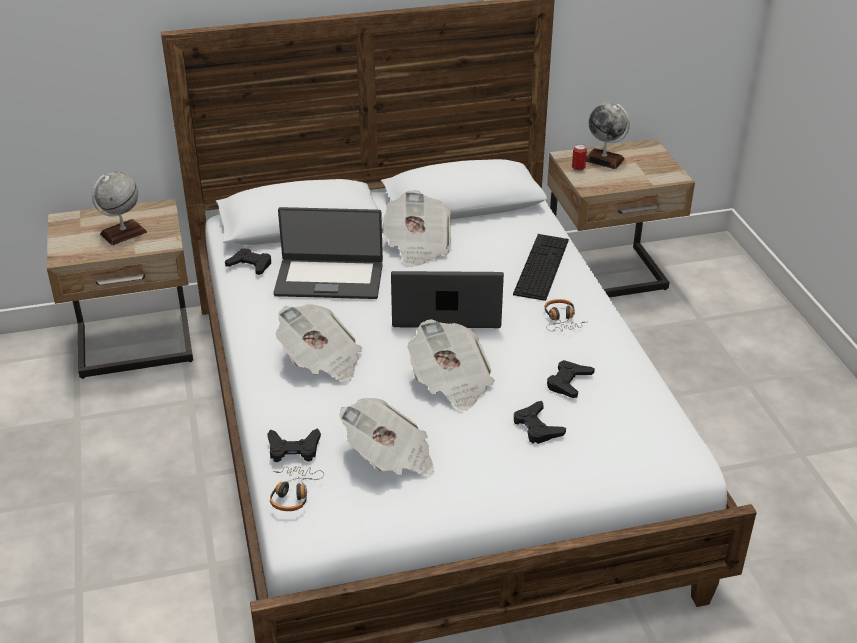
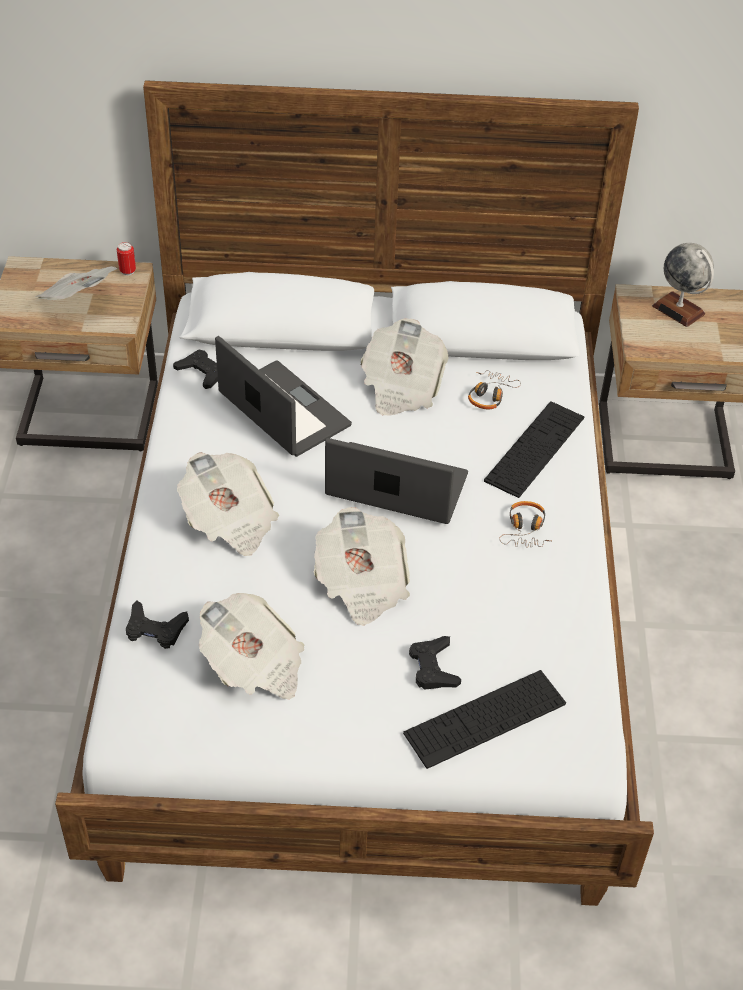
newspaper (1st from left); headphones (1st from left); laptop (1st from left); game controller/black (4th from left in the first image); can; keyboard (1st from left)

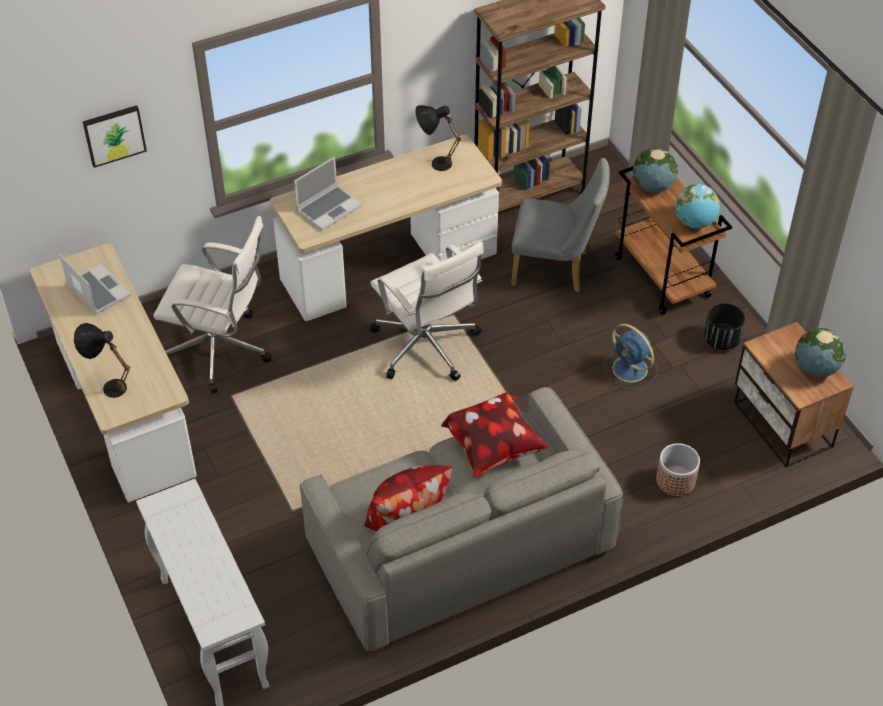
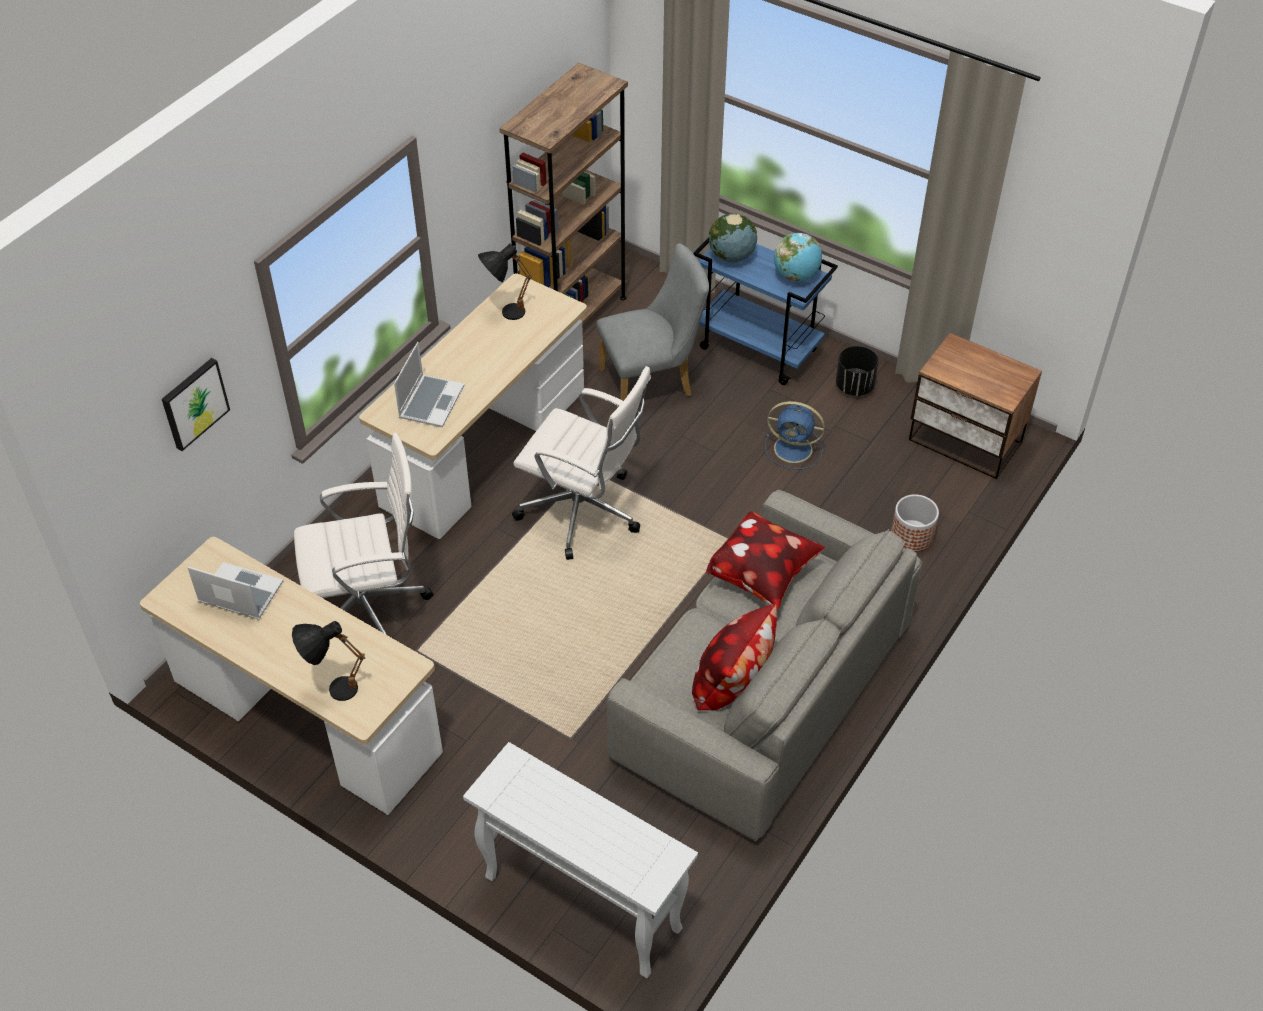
cart/blue; globe (3rd from left in the first image)

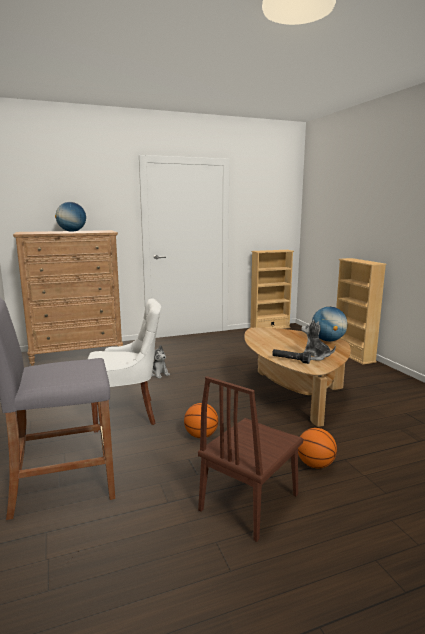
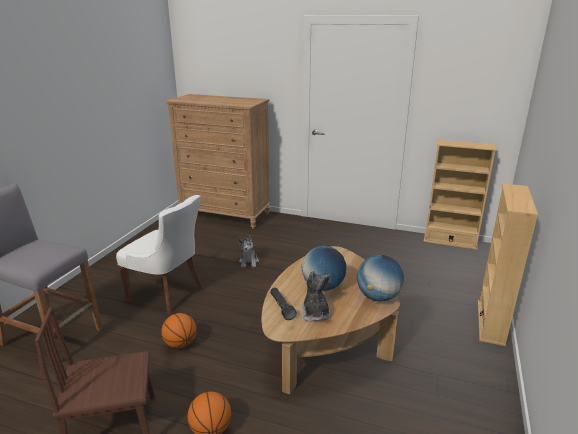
globe (1st from left)

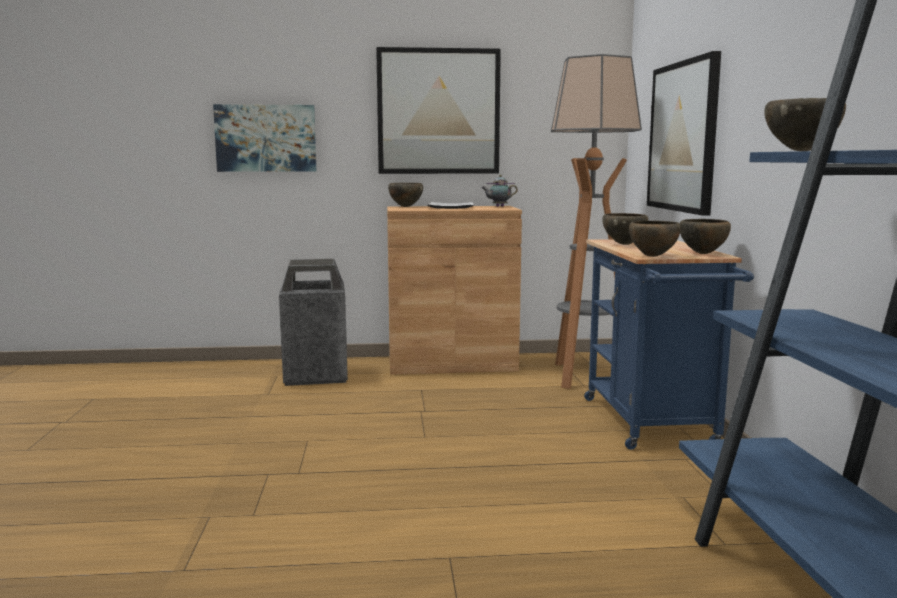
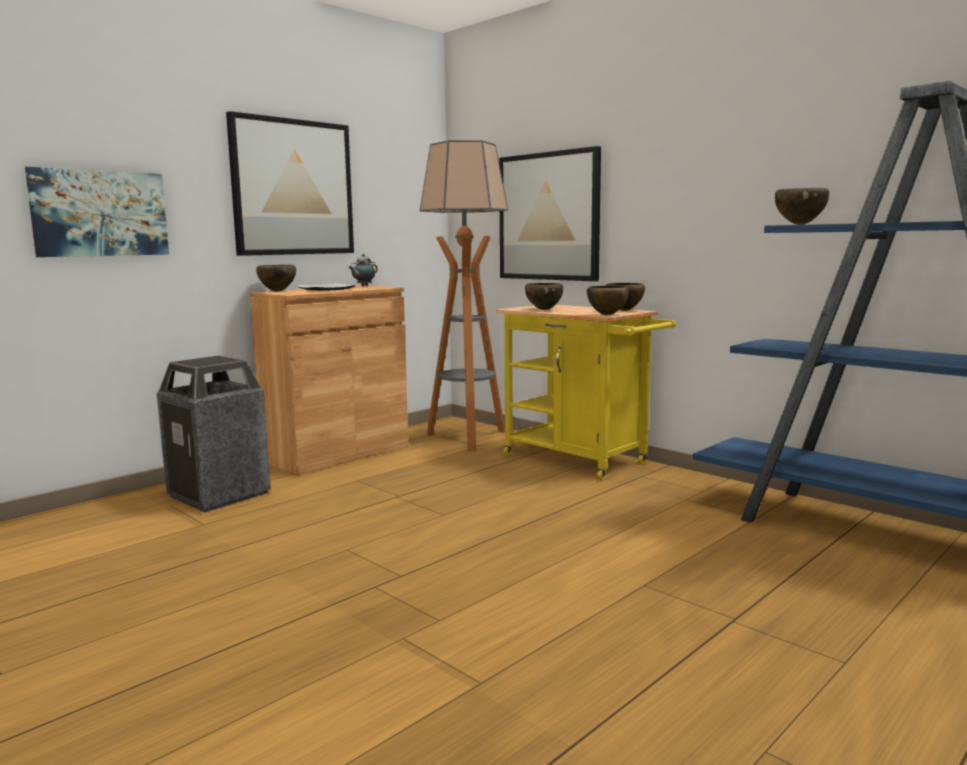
cart/yellow

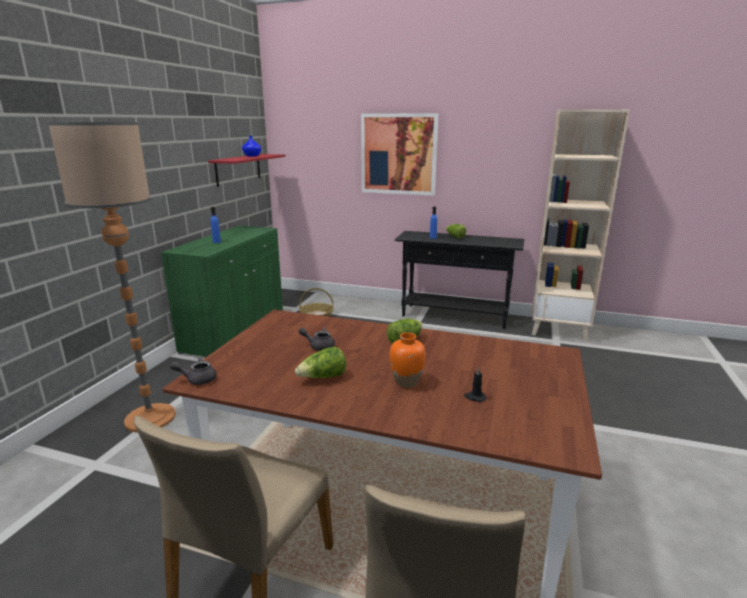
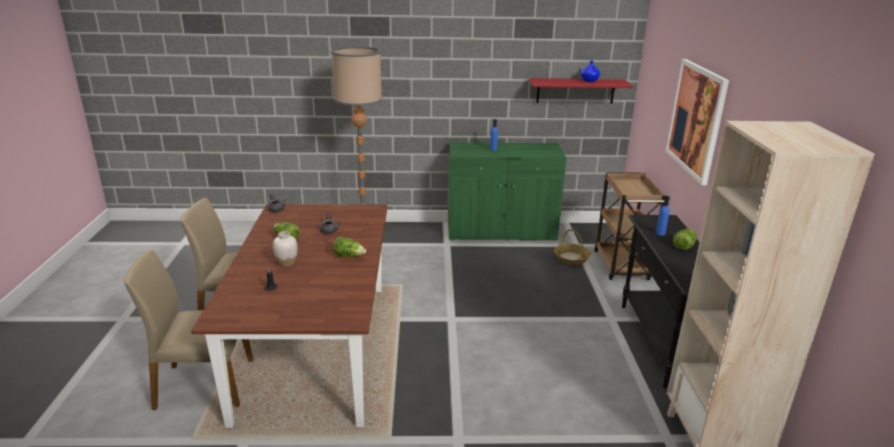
vase/white; cart/brown

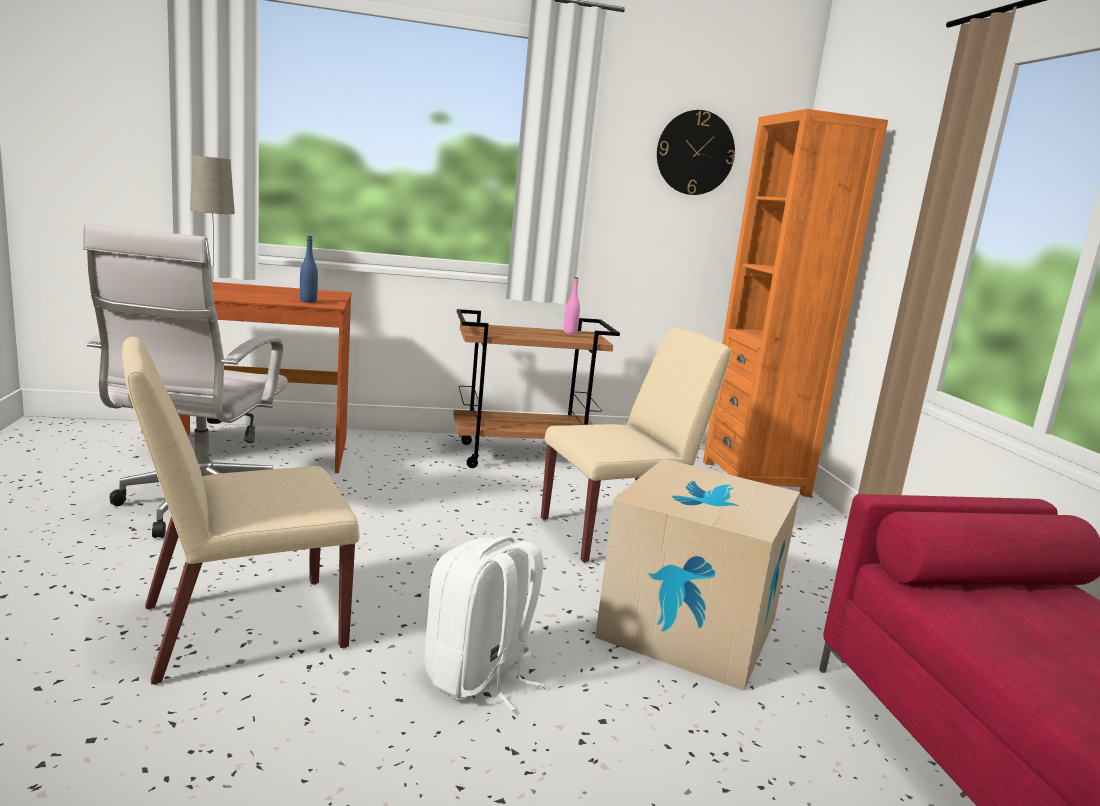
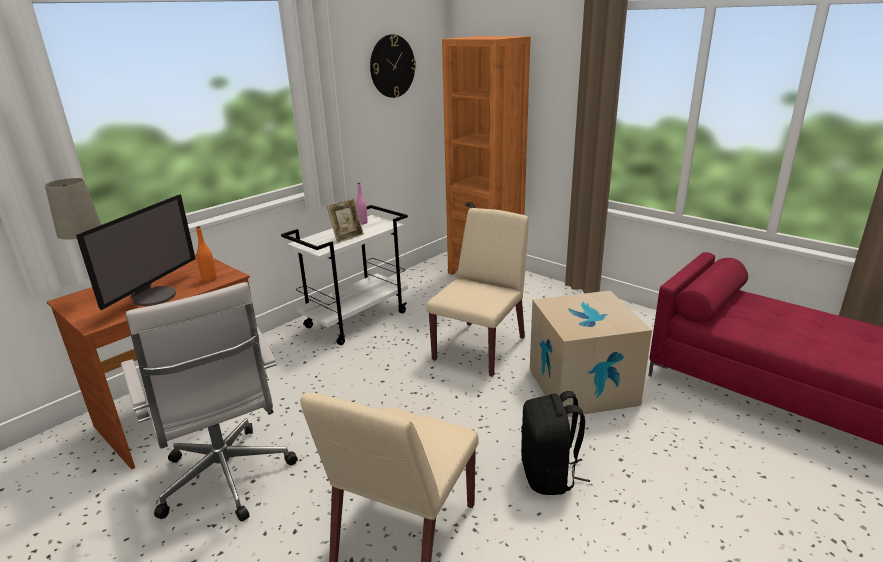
bottle/orange; backpack/black; cart/white; monitor; picture frame

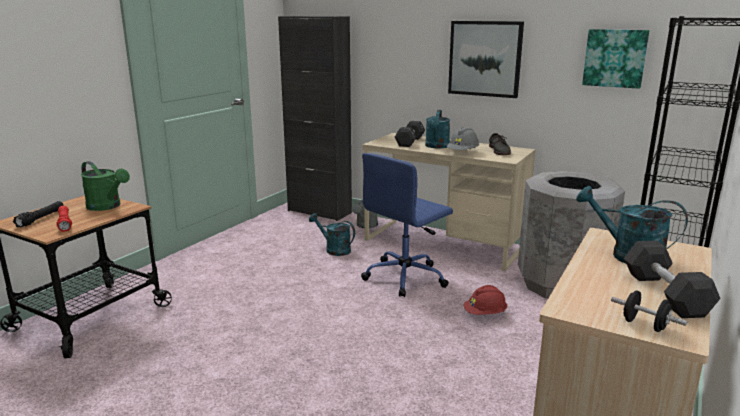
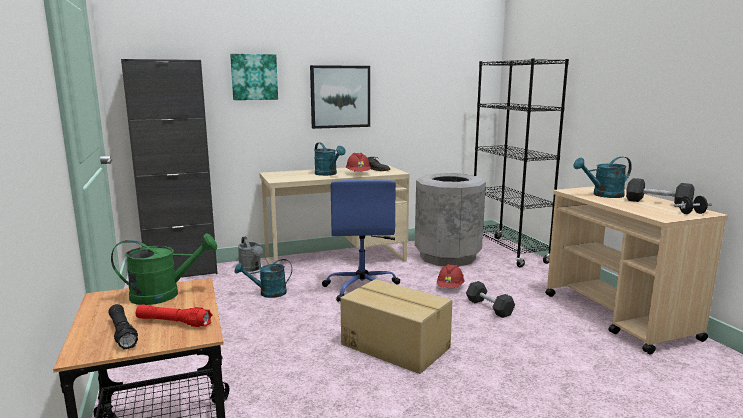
dumbbell/black (1st from left); hard hat/red (1st from left); picture (1st from left); cardboard box

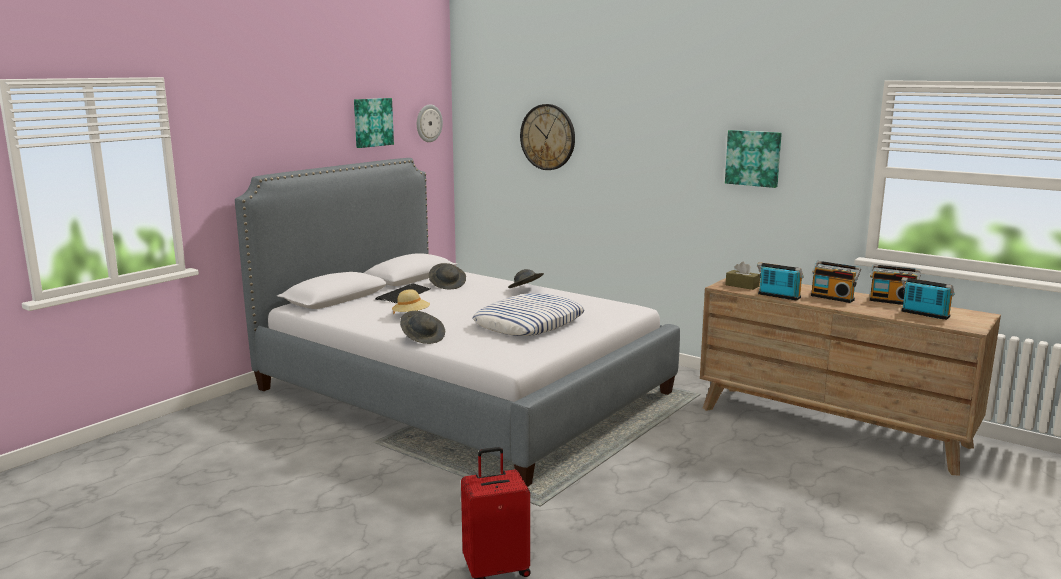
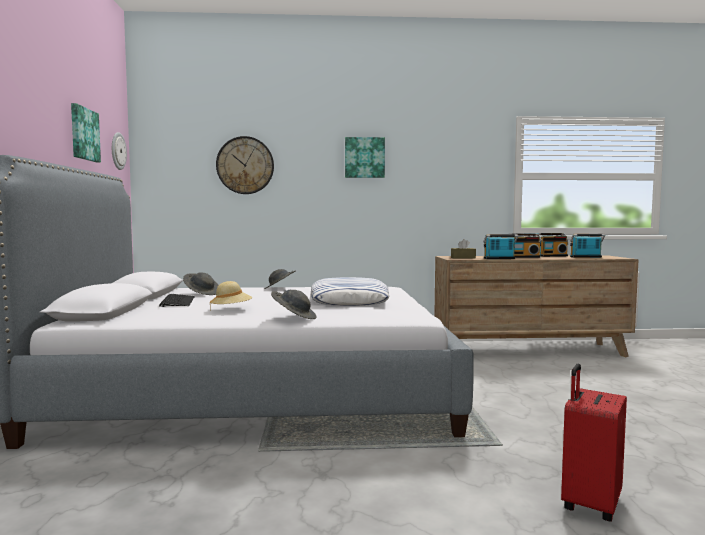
picture (2nd from left)

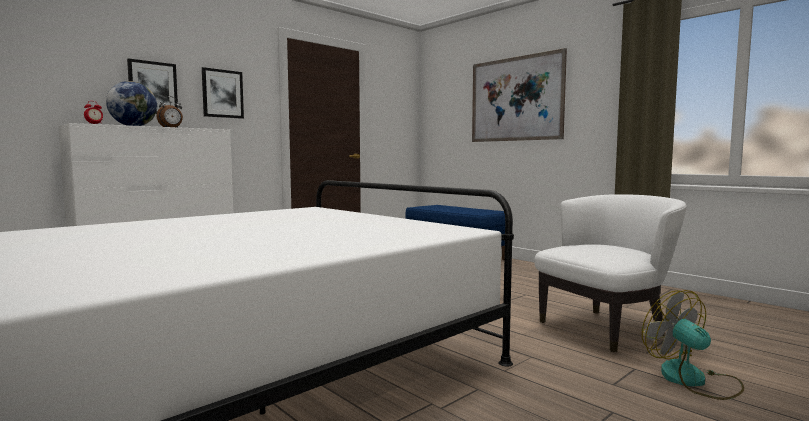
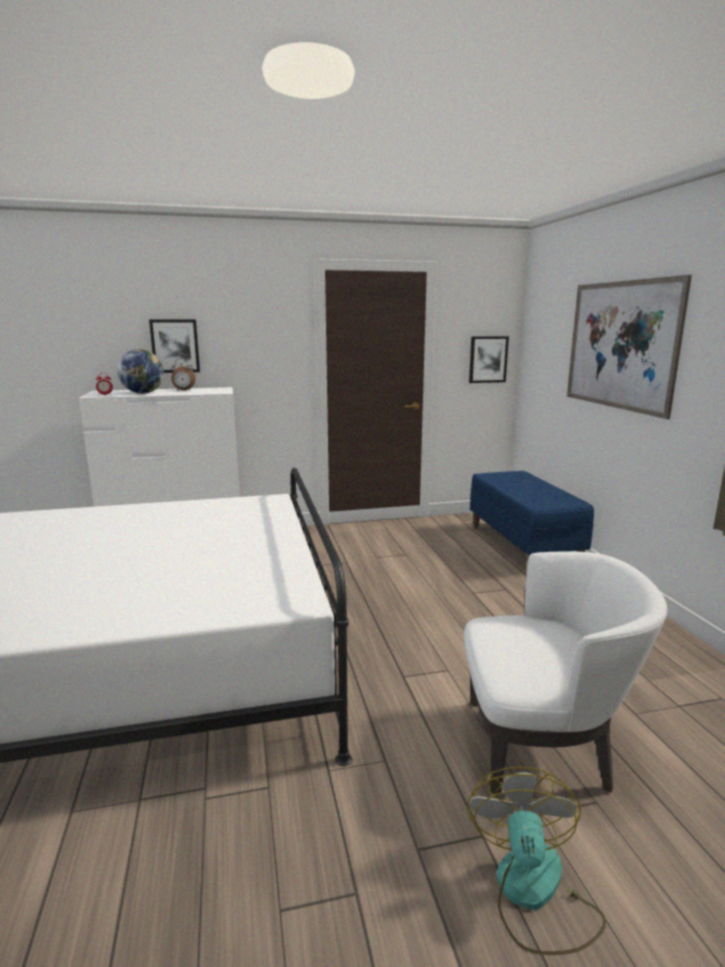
picture (2nd from left)

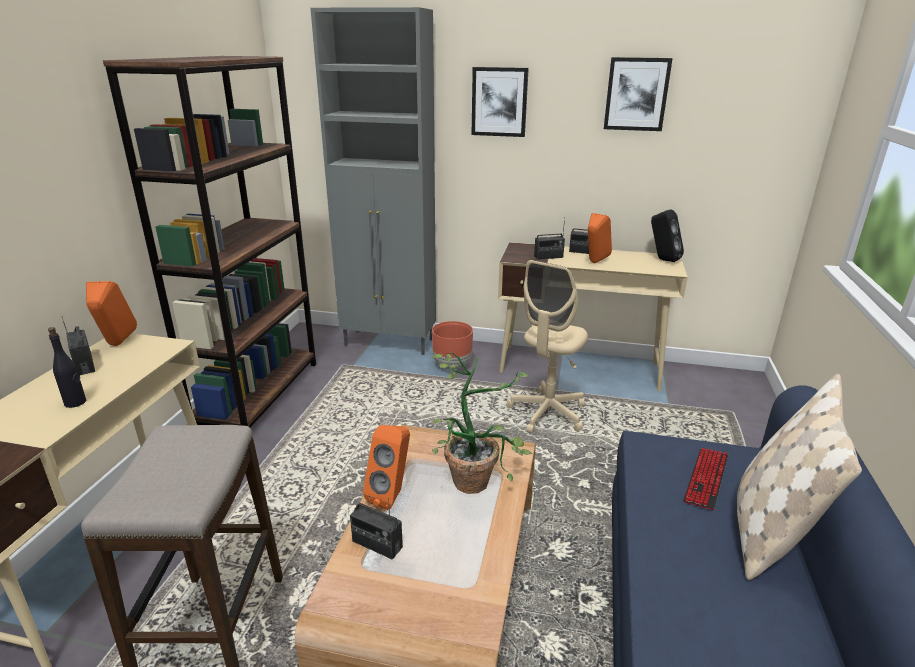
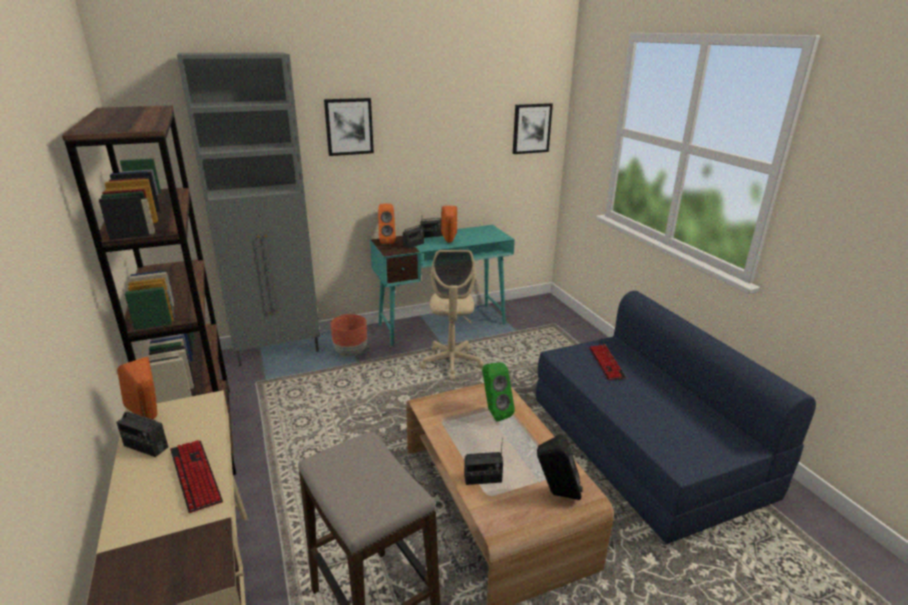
keyboard (1st from left); speaker/orange (2nd from left); speaker/green; desk/turquoise; picture (2nd from left); speaker/black; pillow/beige

